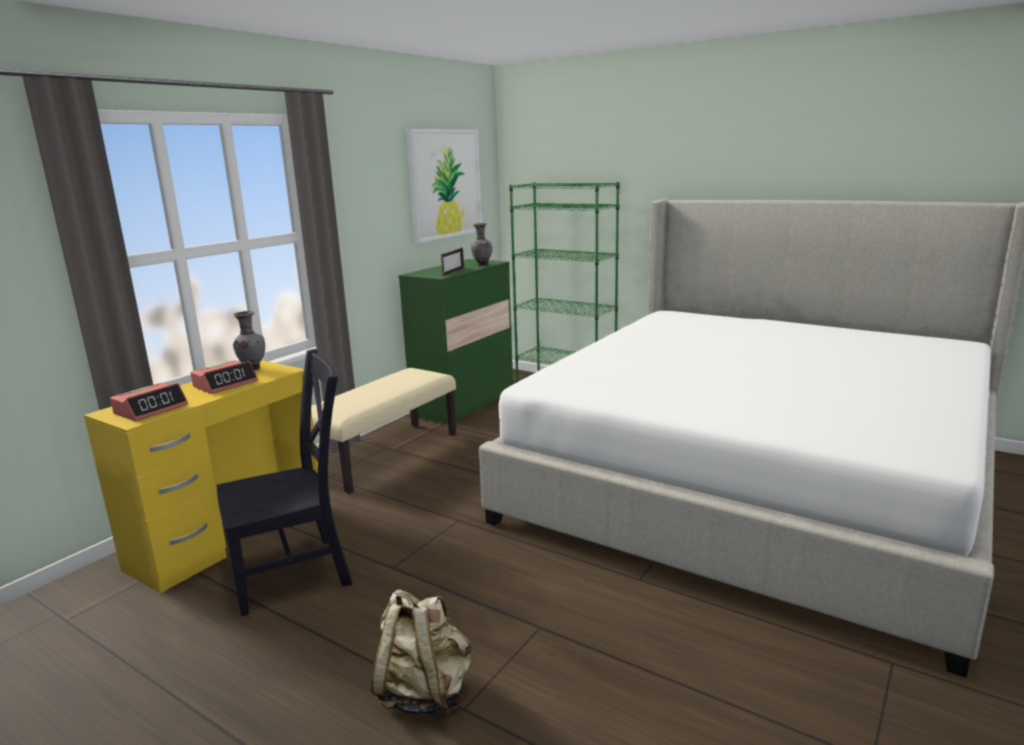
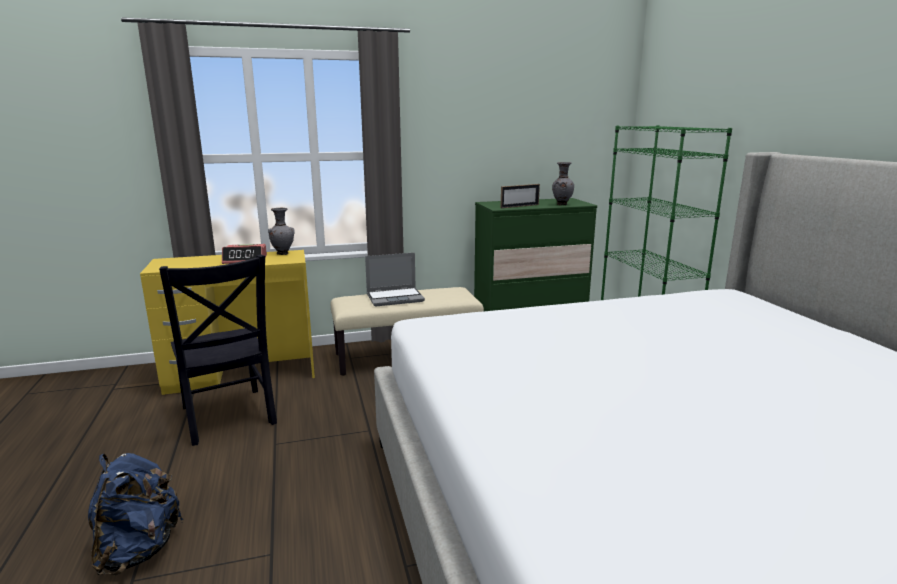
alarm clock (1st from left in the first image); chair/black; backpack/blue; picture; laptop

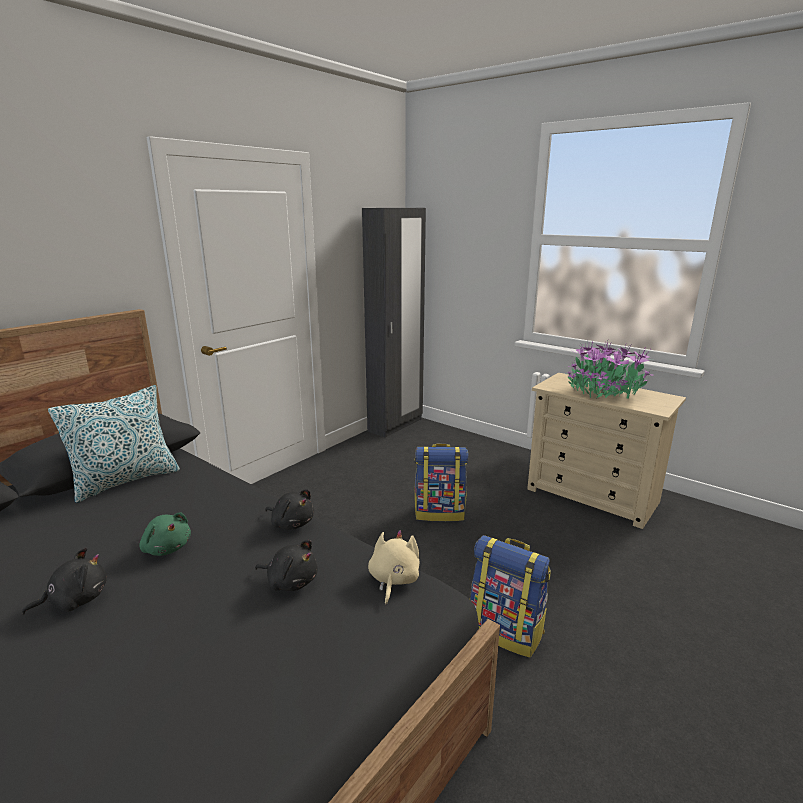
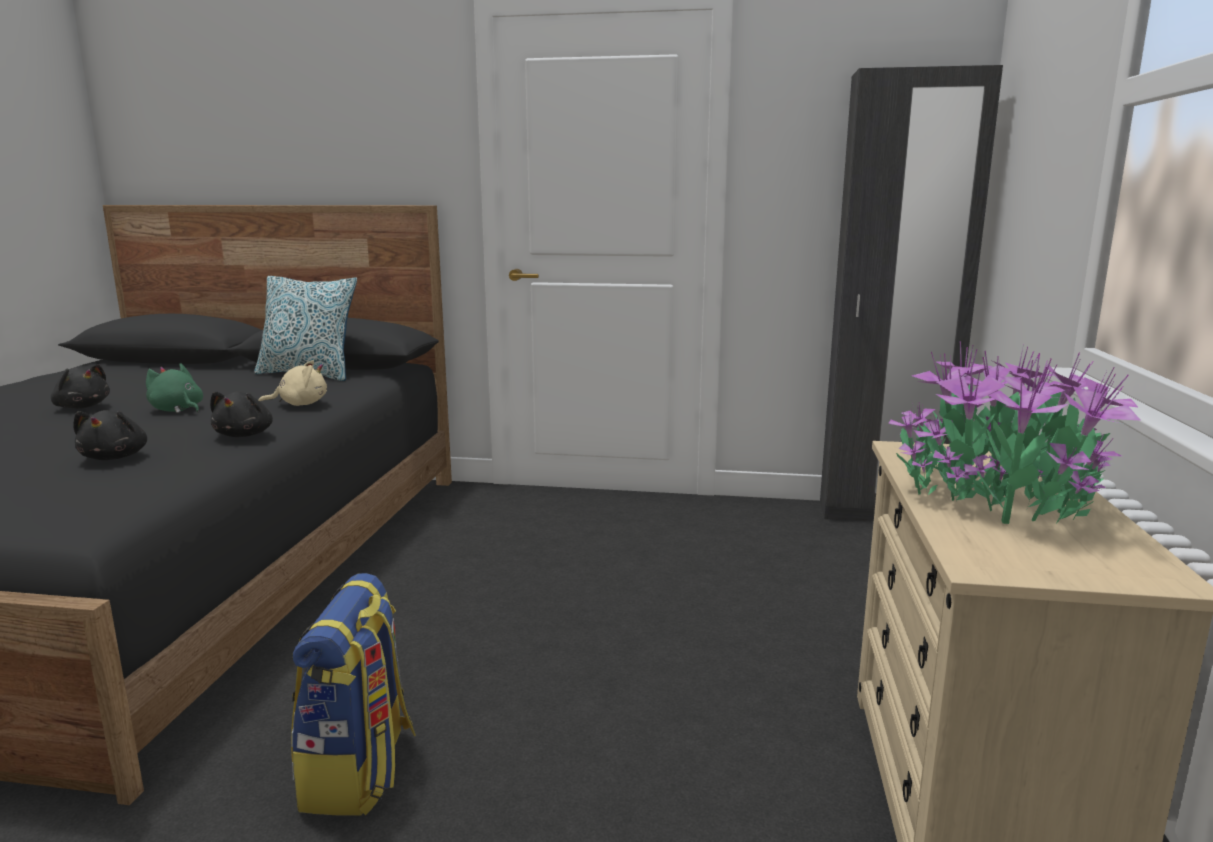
plush toy/green; plush toy/beige; backpack (1st from left in the first image)

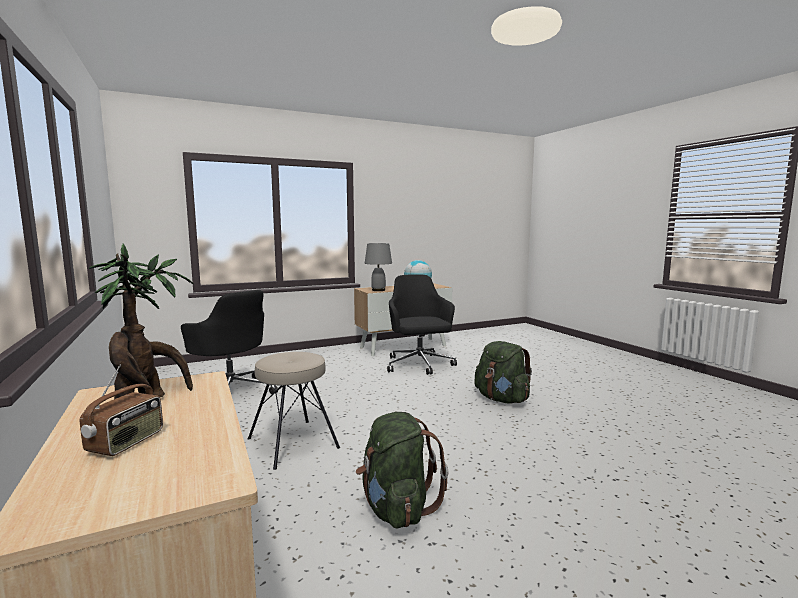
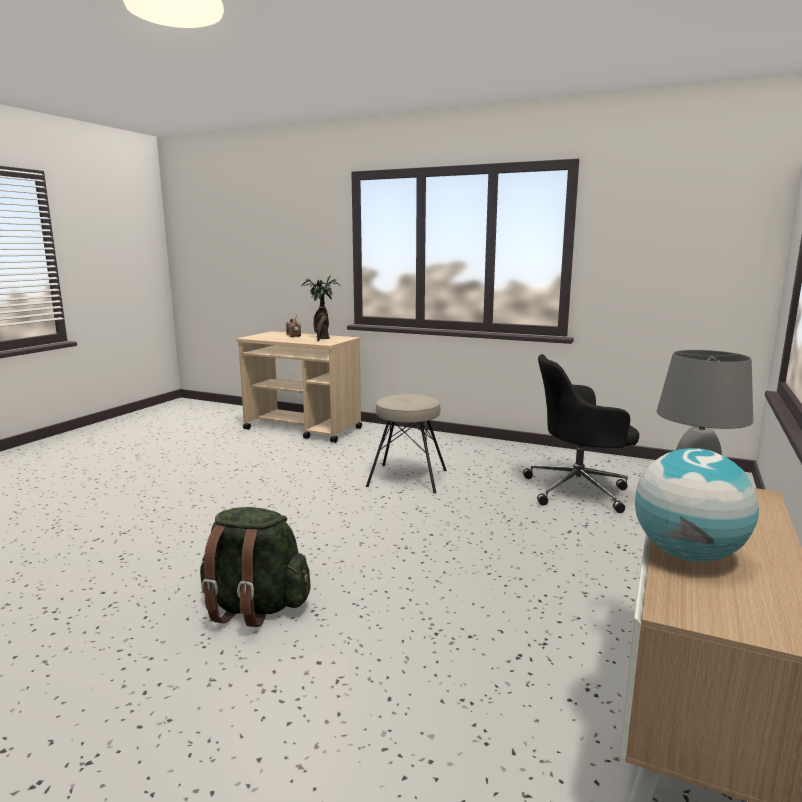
backpack/green (1st from left in the first image); office chair/black (2nd from left in the first image)

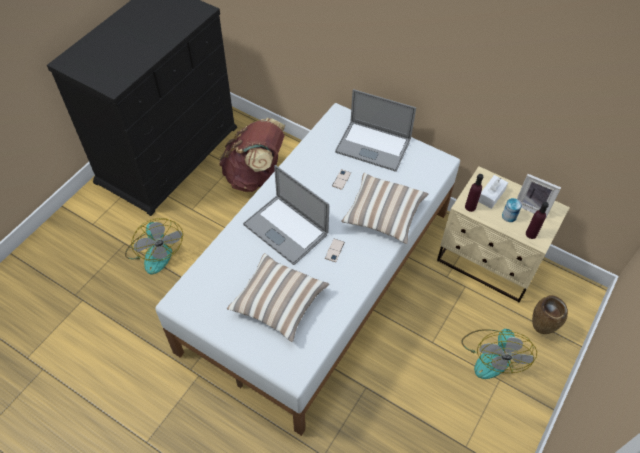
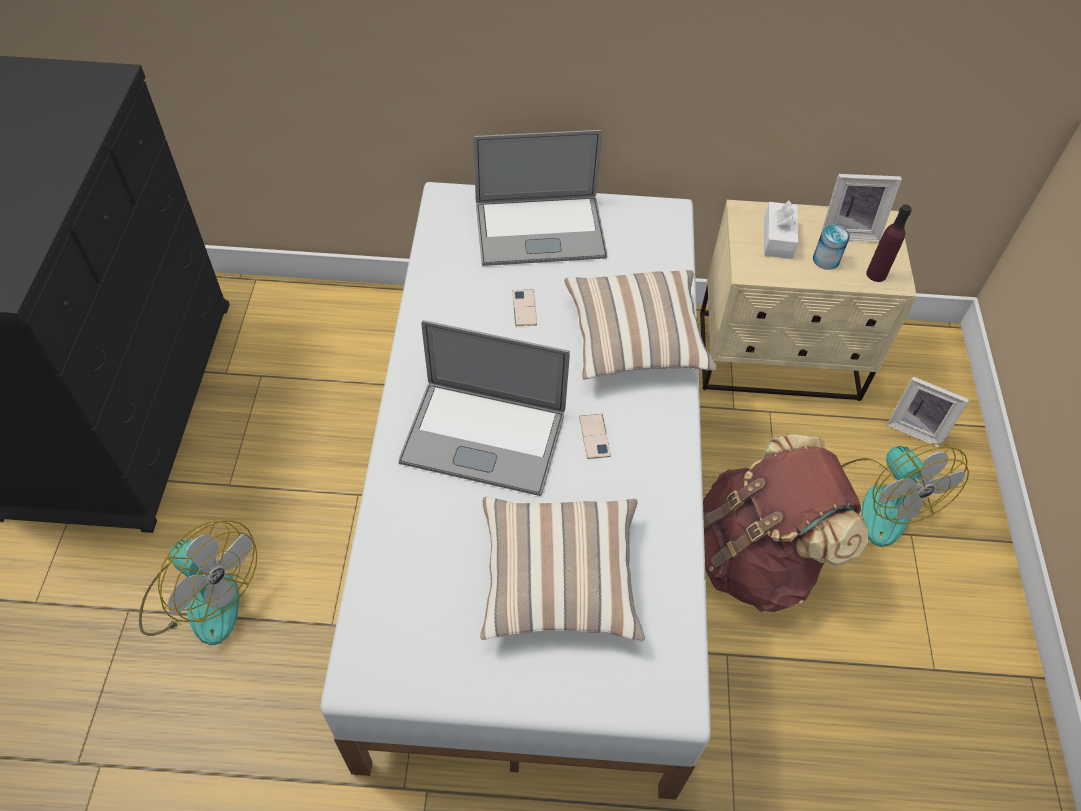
backpack/brown; bottle/purple (1st from left in the first image); picture frame (2nd from left)

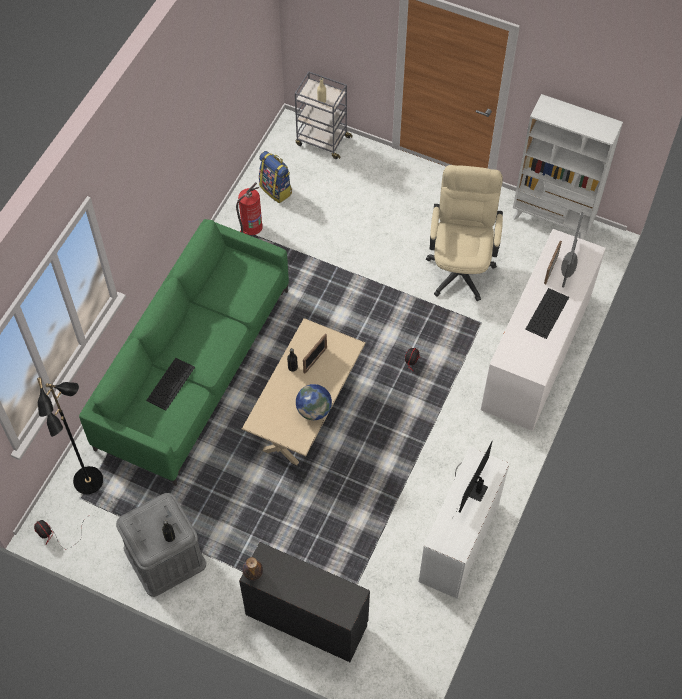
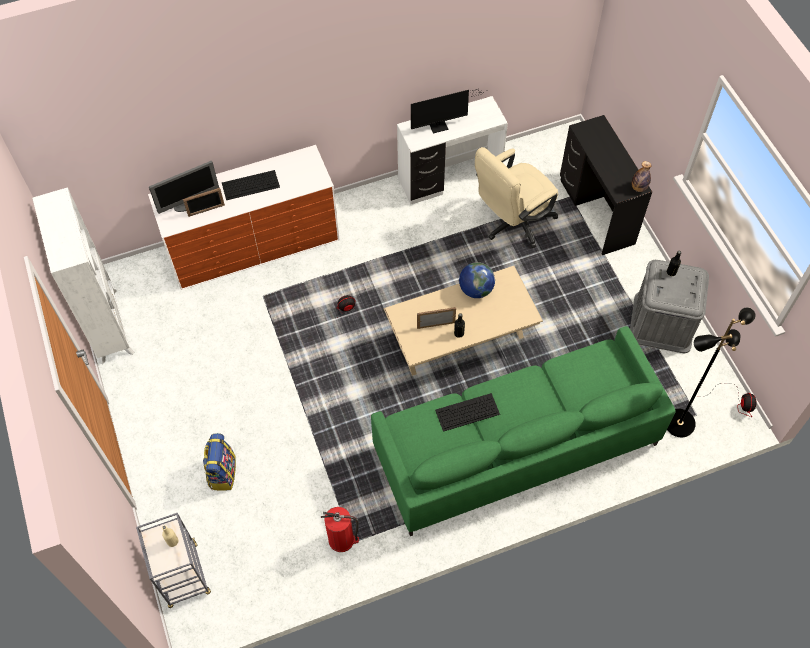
keyboard (2nd from left); backpack; office chair/beige

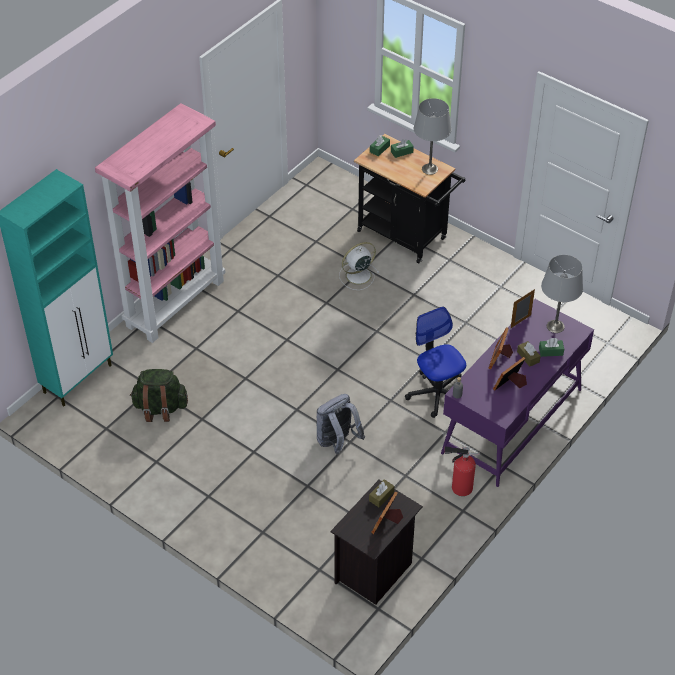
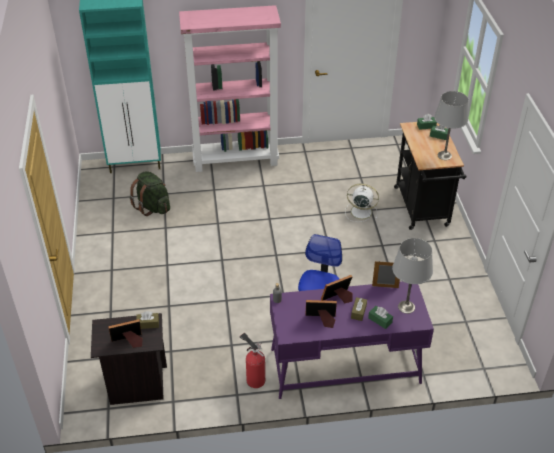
backpack/grey

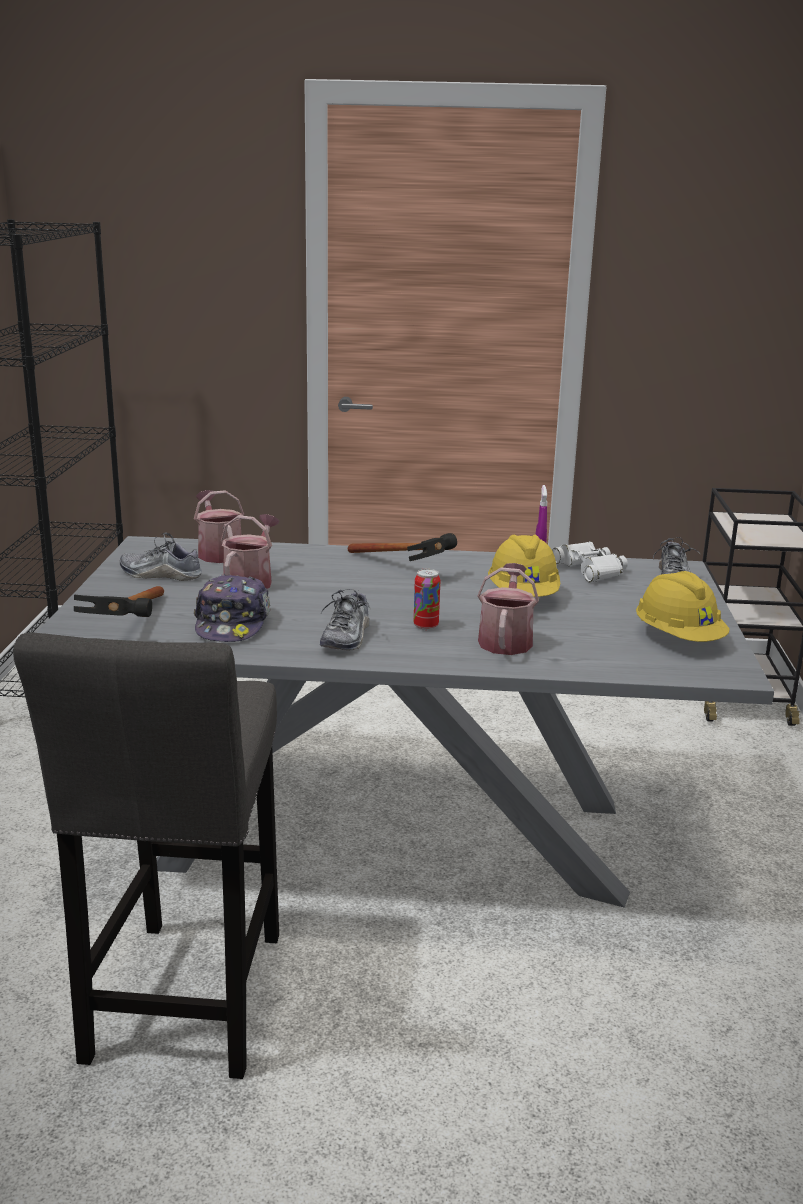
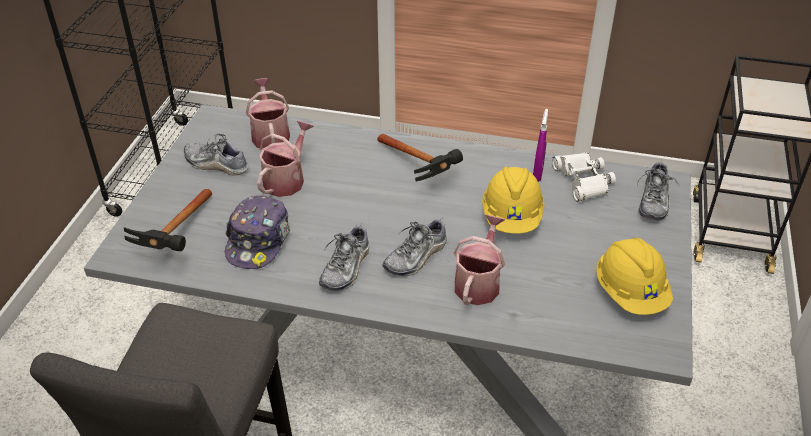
shoe (3rd from left)

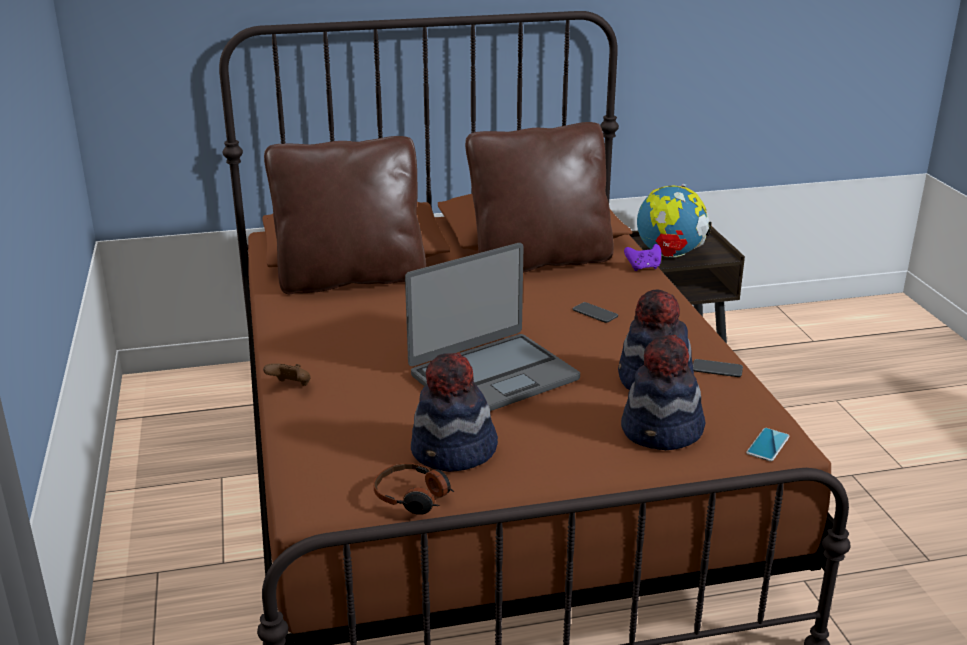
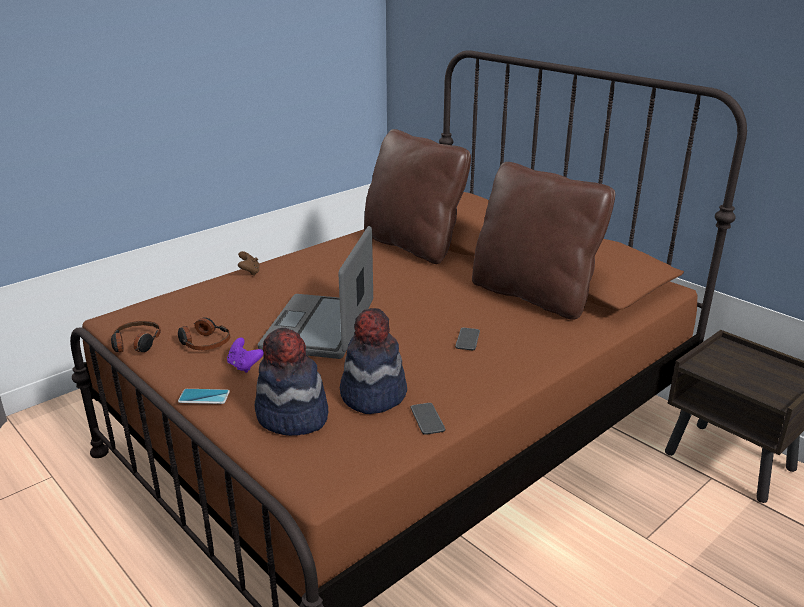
laptop; headphones (2nd from left); game controller/purple; globe; phone (1st from left)

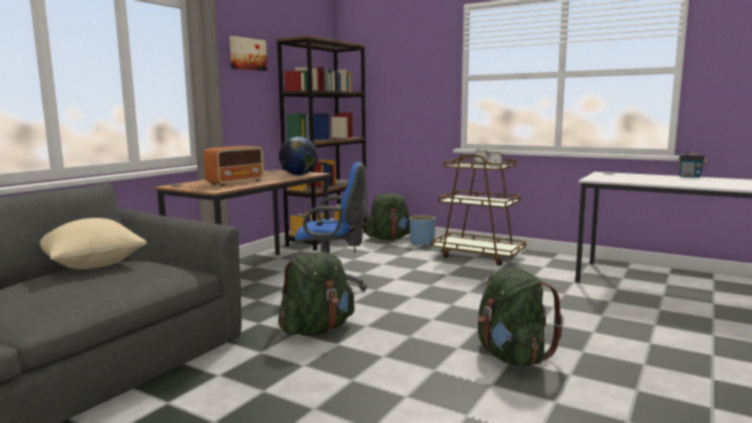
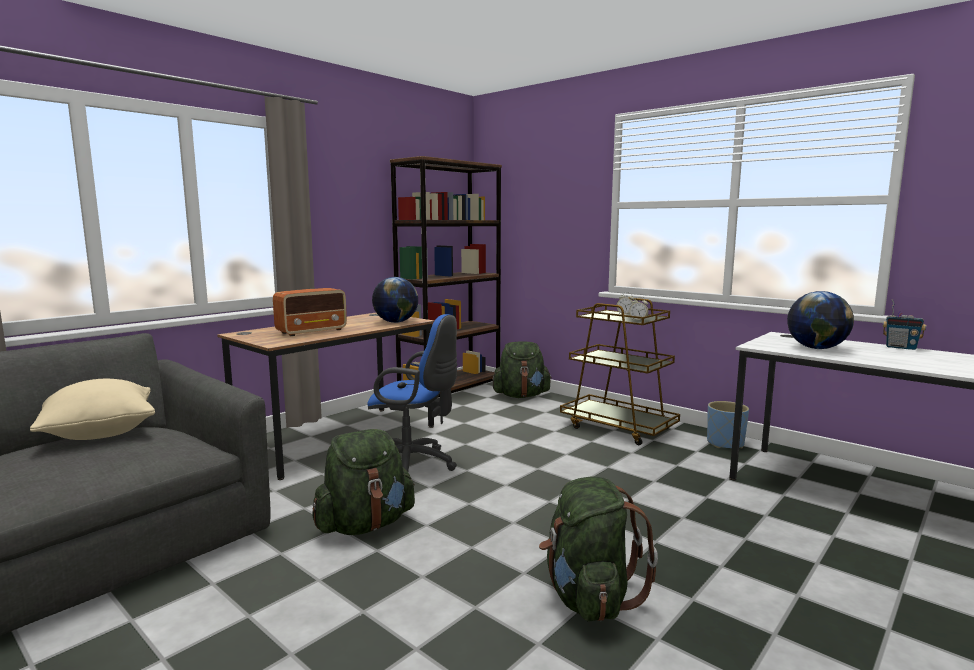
picture; planter/blue; globe (2nd from left)

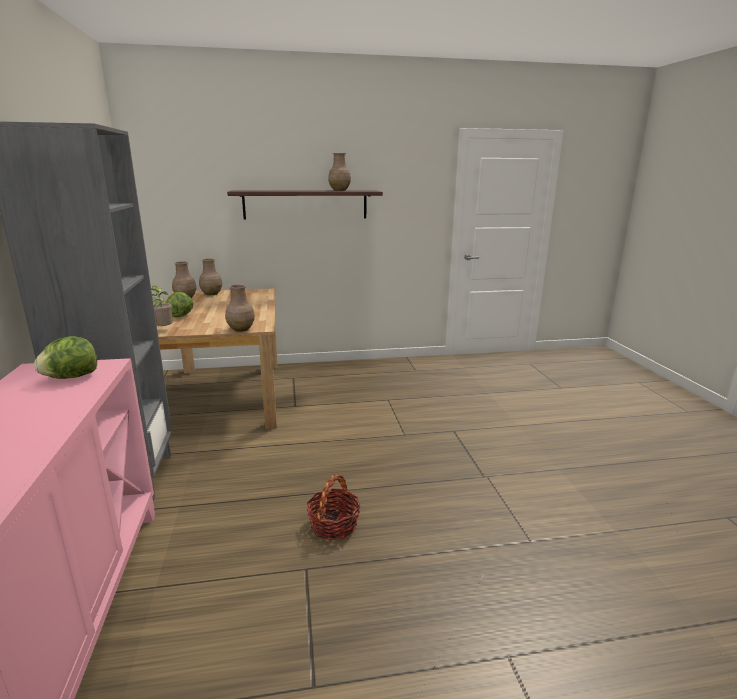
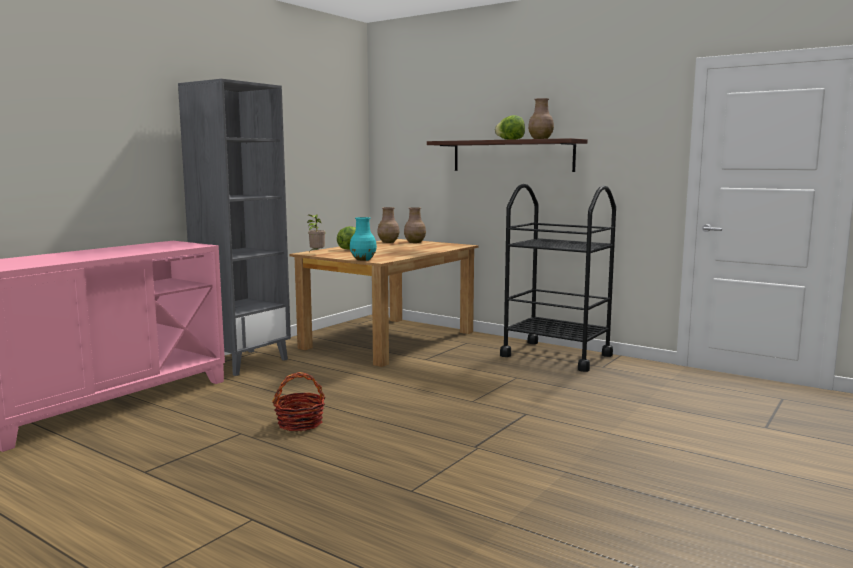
lettuce (2nd from left); vase/turquoise; cart/black

